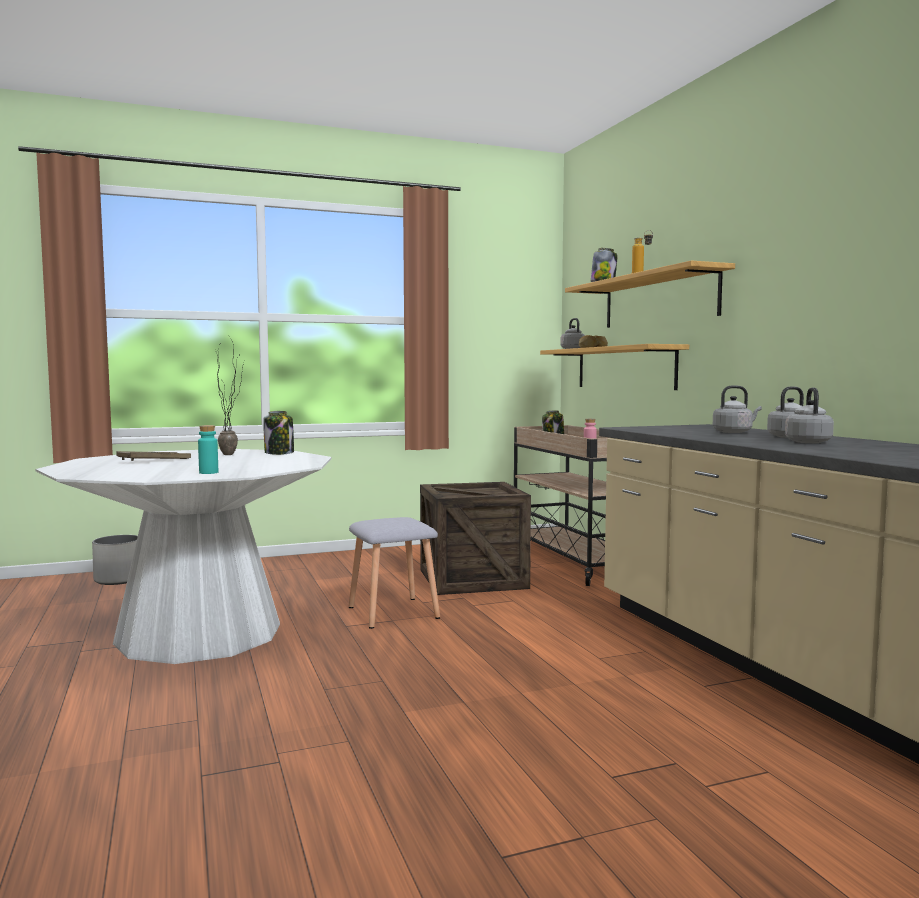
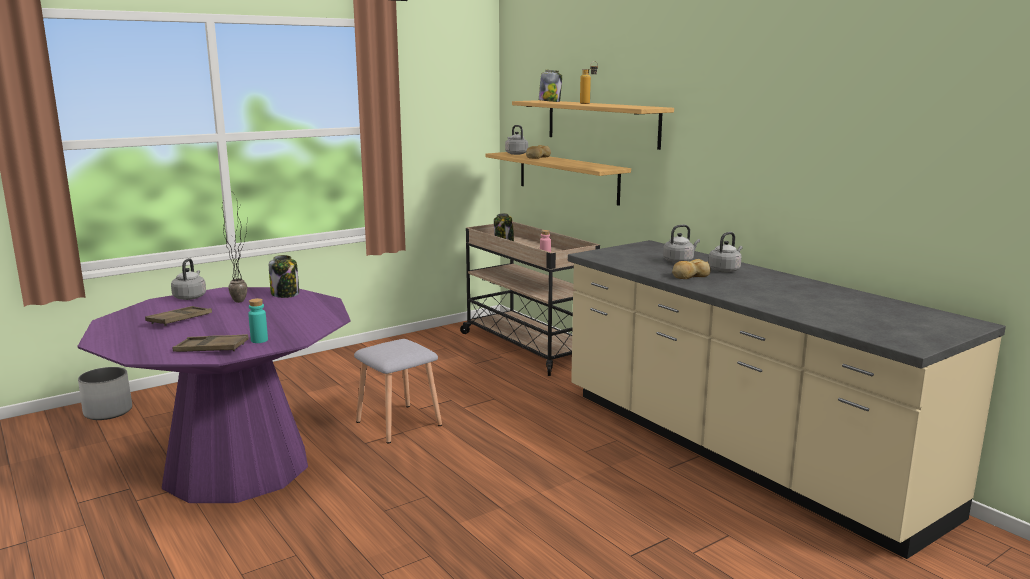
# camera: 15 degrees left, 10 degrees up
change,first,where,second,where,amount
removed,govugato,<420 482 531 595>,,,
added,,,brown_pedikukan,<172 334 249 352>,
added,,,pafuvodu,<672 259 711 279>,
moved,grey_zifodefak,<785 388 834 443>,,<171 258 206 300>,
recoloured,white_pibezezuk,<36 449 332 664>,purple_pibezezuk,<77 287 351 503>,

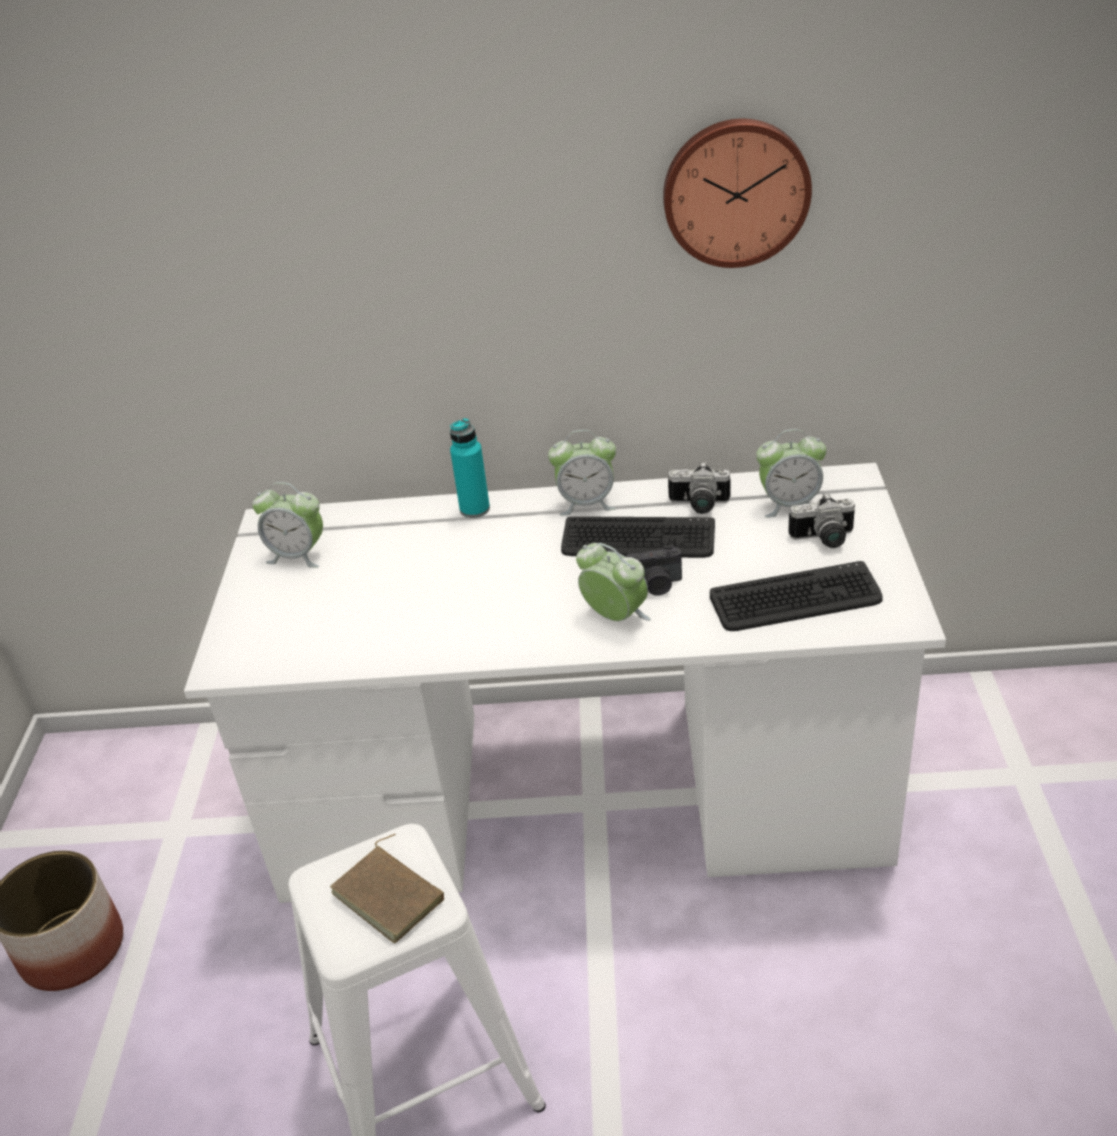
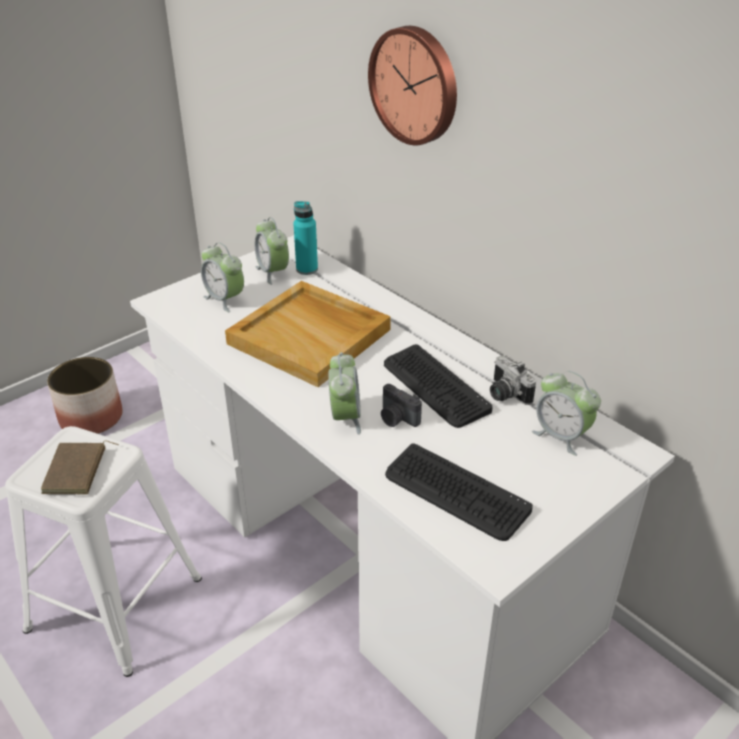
# camera: 45 degrees right, 0 degrees up
change,first,where,second,where,amount
removed,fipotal,<788 493 855 548>,,,
added,,,beige_pedikukan,<225 281 391 387>,
moved,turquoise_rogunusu,<450 418 490 518>,,<293 201 318 275>,
moved,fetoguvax,<548 430 616 516>,,<201 242 244 312>,
moved,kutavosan,<663 119 812 268>,,<368 26 457 145>,

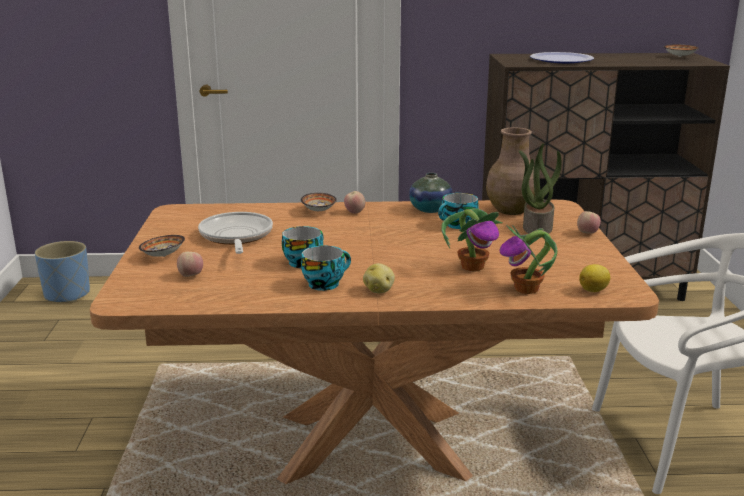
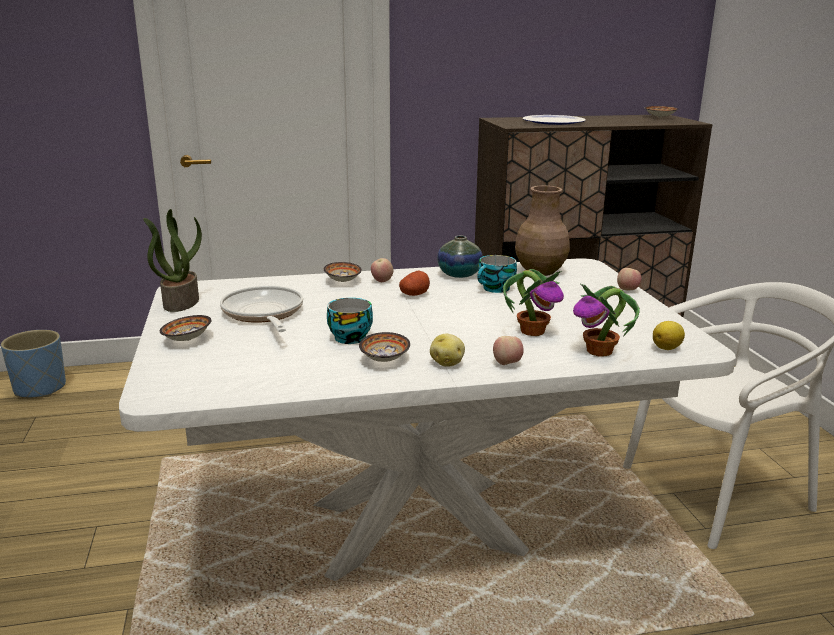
# camera: 10 degrees left, 0 degrees up
change,first,where,second,where,amount
added,,,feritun,<399 271 430 296>,
moved,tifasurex,<177 252 203 277>,,<493 336 524 365>,
moved,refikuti,<519 143 562 234>,,<143 209 202 312>,
replaced,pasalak,<301 245 351 291>,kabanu,<359 332 410 362>,
recoloured,brown_pibezezuk,<90 200 659 484>,white_pibezezuk,<119 258 736 581>,

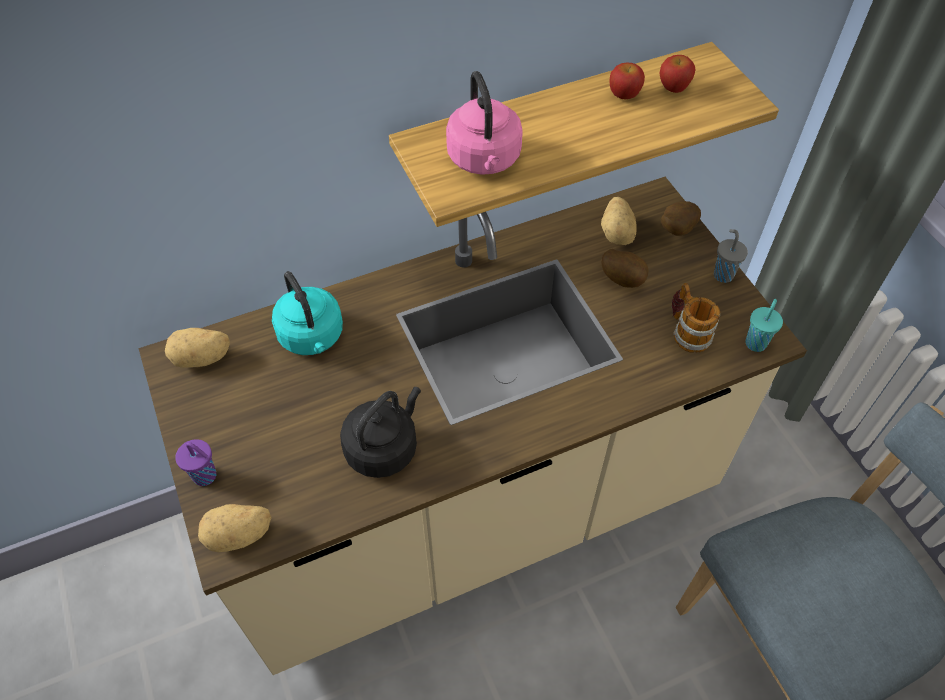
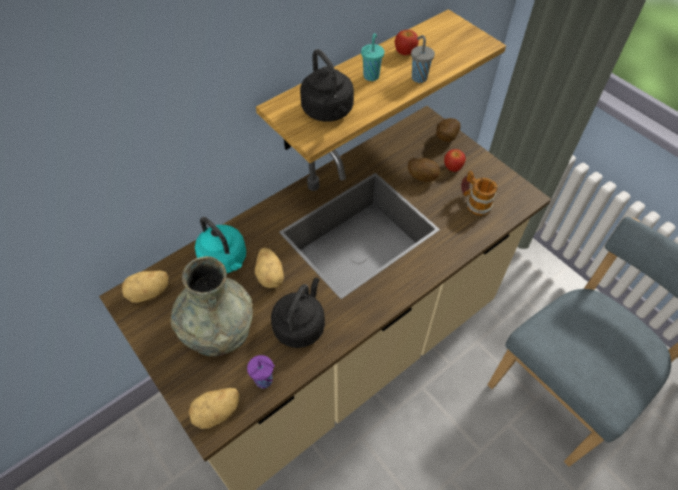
# camera: 15 degrees left, 0 degrees up
change,first,where,second,where,amount
added,,,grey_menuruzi,<171 256 253 356>,
moved,purple_pasalak,<175 439 216 486>,,<247 355 275 389>,
moved,feritun,<601 197 637 245>,,<255 248 284 288>,
moved,tifasurex,<660 55 695 93>,,<444 149 466 172>,
moved,grey_pasalak,<714 229 748 283>,,<411 35 435 83>,
moved,turquoise_pasalak,<745 299 783 352>,,<361 33 384 81>,
recoloured,pink_zifodefak,<446 71 523 175>,black_zifodefak,<300 49 354 122>,

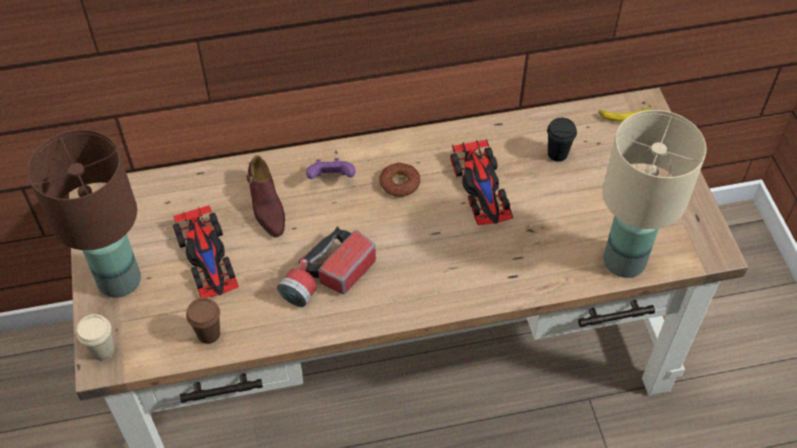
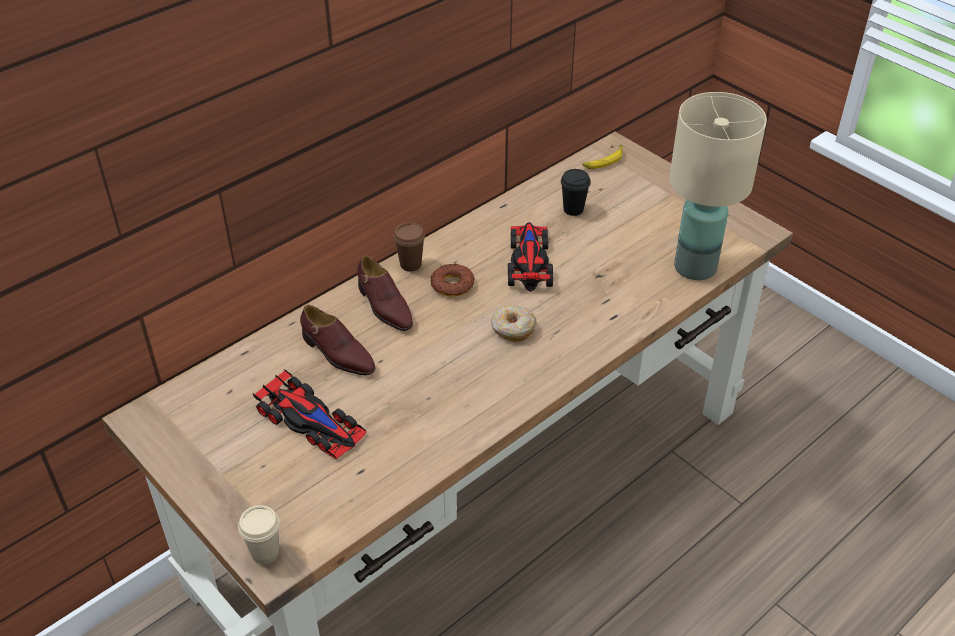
# camera: 30 degrees left, 10 degrees down
change,first,where,second,where,amount
removed,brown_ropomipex,<27 130 141 298>,,,
removed,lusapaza,<277 226 376 307>,,,
added,,,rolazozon,<491 305 537 343>,
moved,brown_pasalak,<186 298 220 344>,,<393 222 425 271>,
replaced,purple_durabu,<306 158 356 179>,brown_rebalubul,<357 255 413 331>,
turned,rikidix,<451 139 513 225>,,<508 222 553 292>,135 degrees counterclockwise

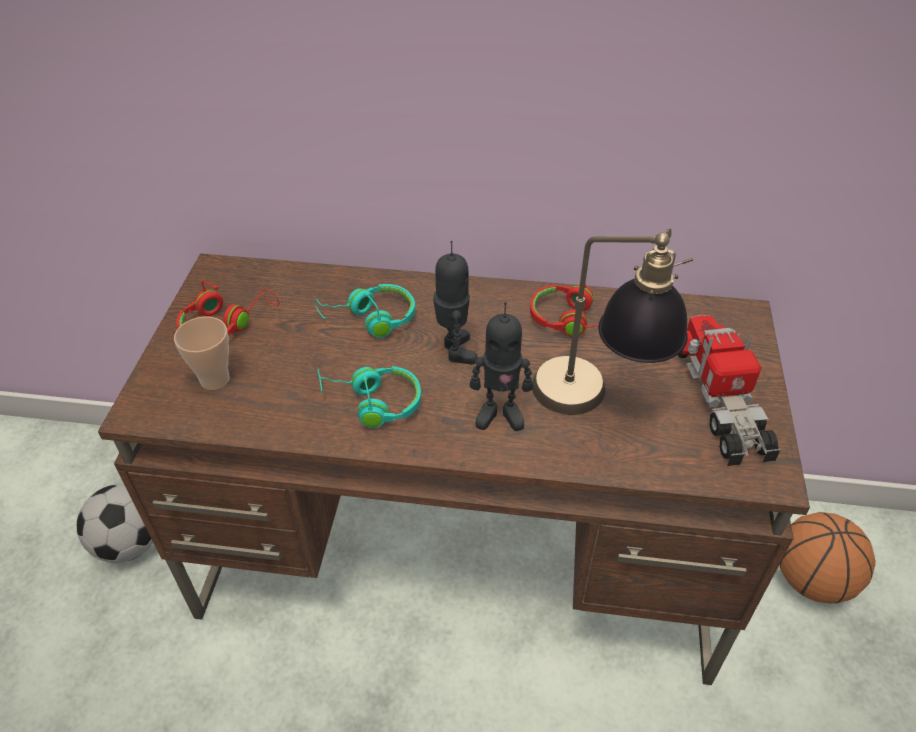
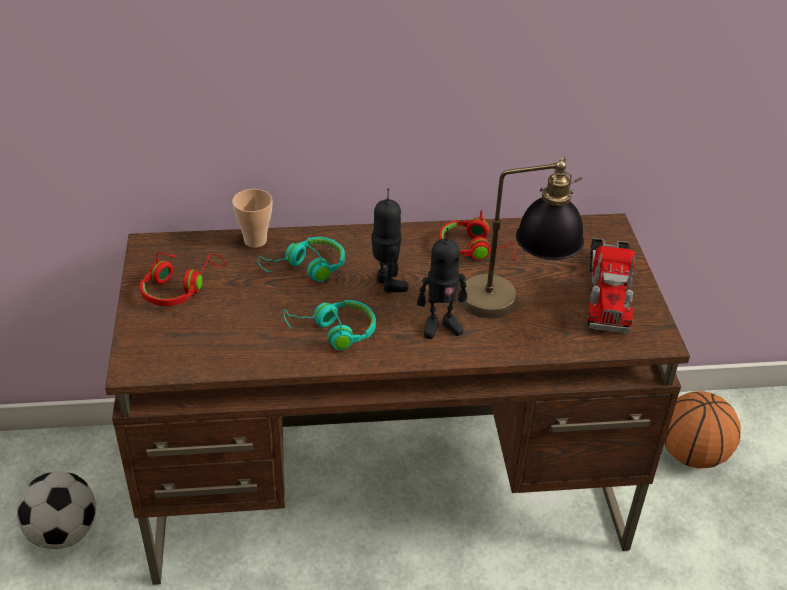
# camera: 15 degrees left, 5 degrees down
change,first,where,second,where,amount
moved,pasalak,<174 316 229 390>,,<232 189 272 248>,
turned,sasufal,<678 315 781 466>,,<587 238 635 334>,150 degrees counterclockwise

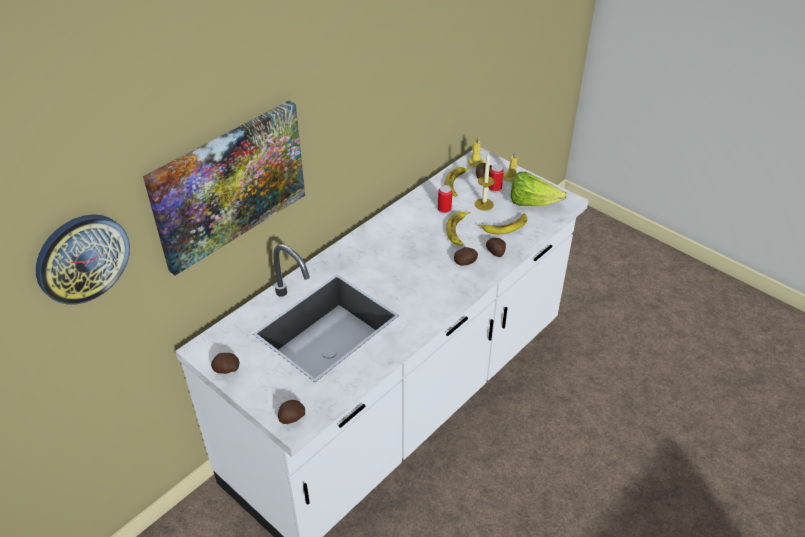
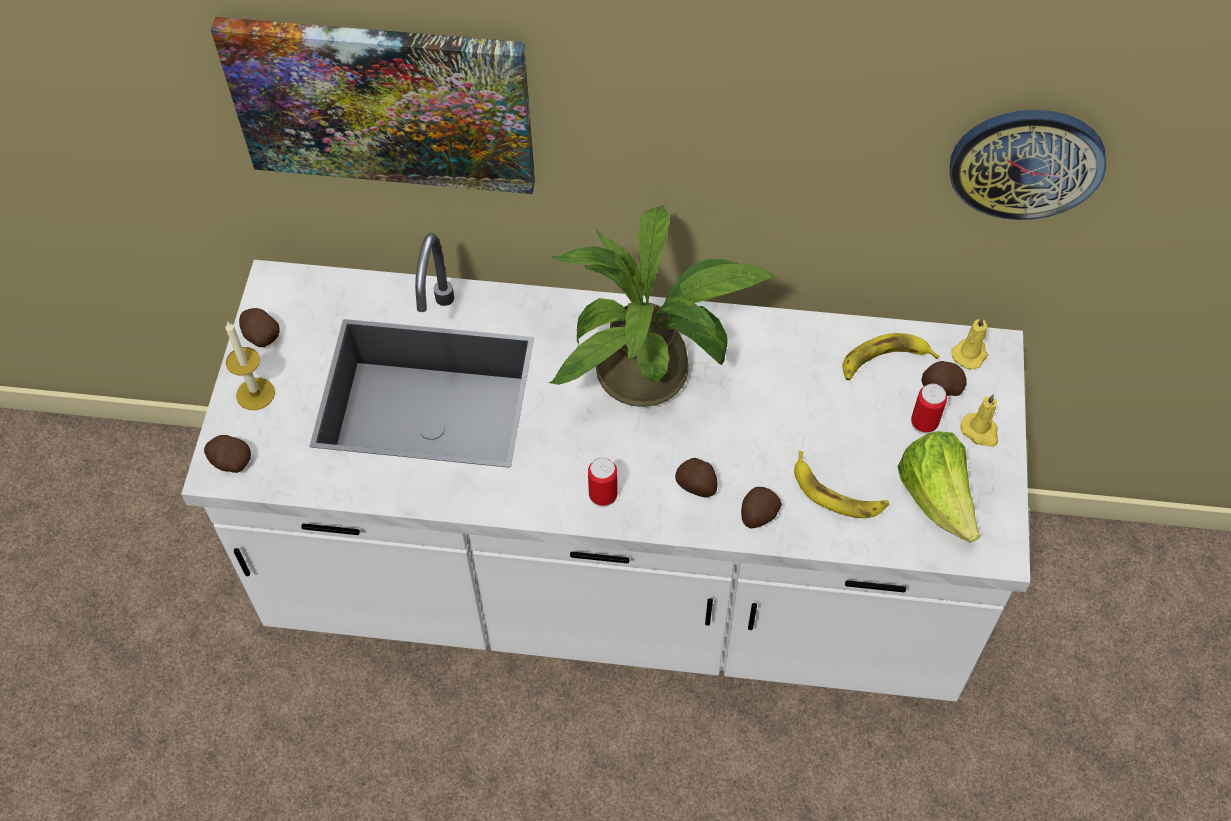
# camera: 55 degrees right, 15 degrees up
change,first,where,second,where,amount
removed,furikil,<446 212 471 246>,,,
added,,,refikuti,<549 206 778 407>,
moved,kutavosan,<36 214 130 305>,,<950 110 1106 220>,
moved,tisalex,<438 185 452 214>,,<588 457 618 507>,
moved,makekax,<475 153 495 211>,,<225 321 275 410>,

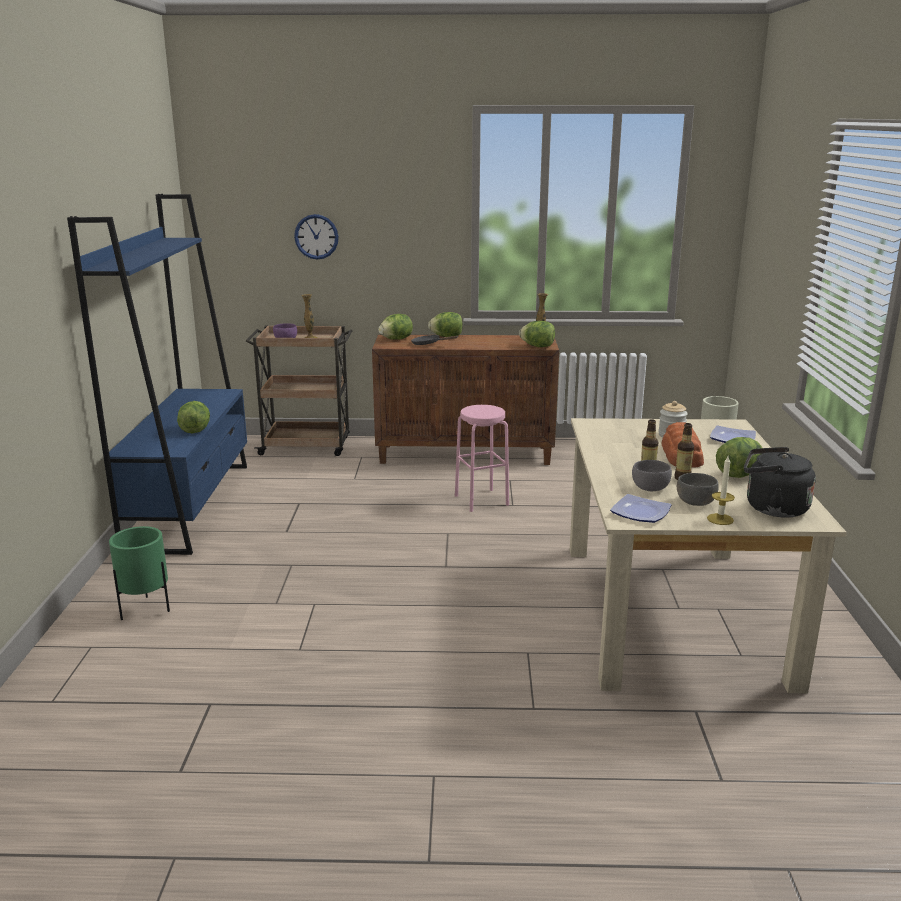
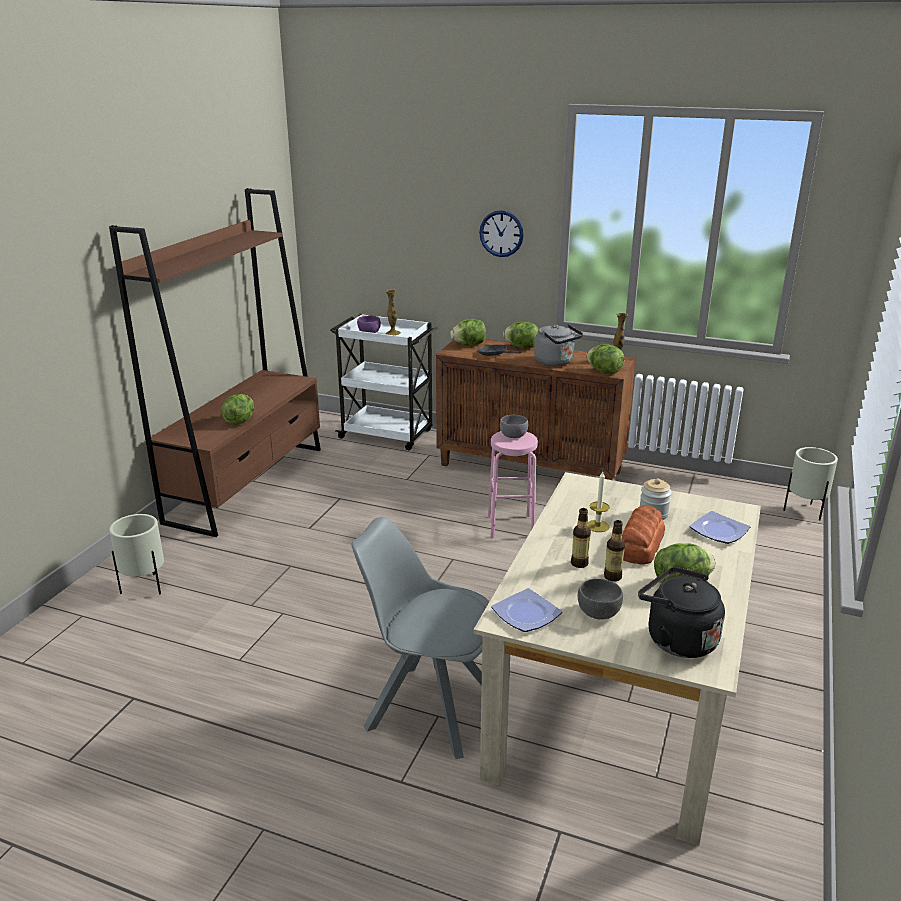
# camera: 20 degrees right, 5 degrees up
change,first,where,second,where,amount
added,,,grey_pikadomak,<351 517 490 759>,
added,,,grey_zifodefak,<534 324 583 366>,
moved,kutavosan,<294 214 339 260>,,<479 210 524 257>,
moved,grey_kabanu,<632 460 672 491>,,<500 415 528 438>,
moved,makekax,<707 456 735 525>,,<588 471 610 532>,
recoloured,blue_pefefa,<67 194 247 555>,brown_pefefa,<109 188 321 537>,
recoloured,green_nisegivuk,<109 526 170 620>,beige_nisegivuk,<109 514 164 594>,
recoloured,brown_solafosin,<246 326 352 456>,white_solafosin,<330 314 438 450>,

